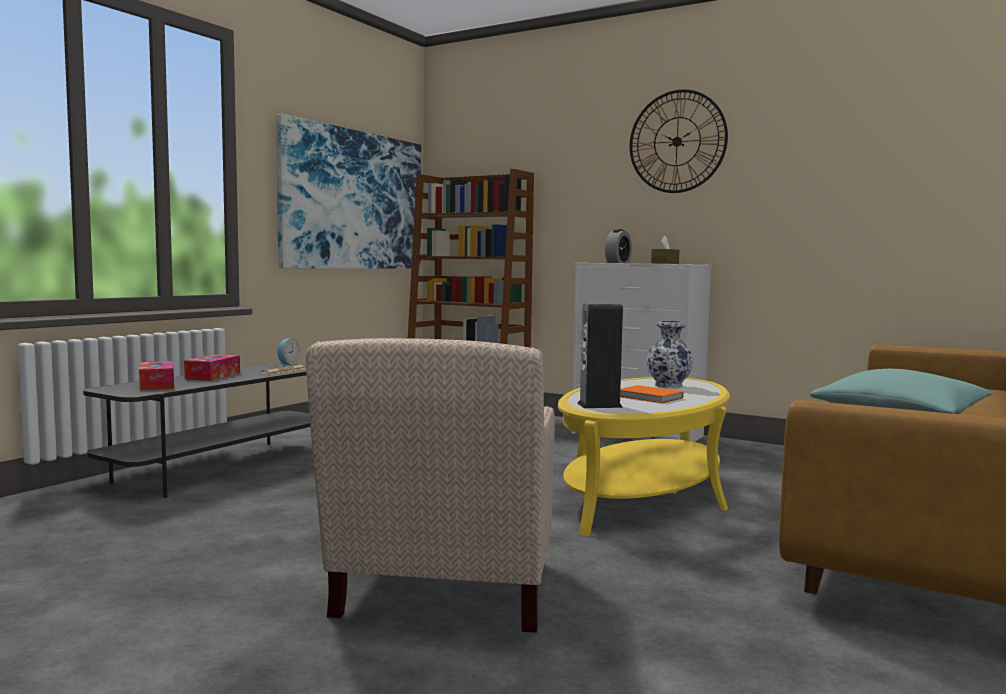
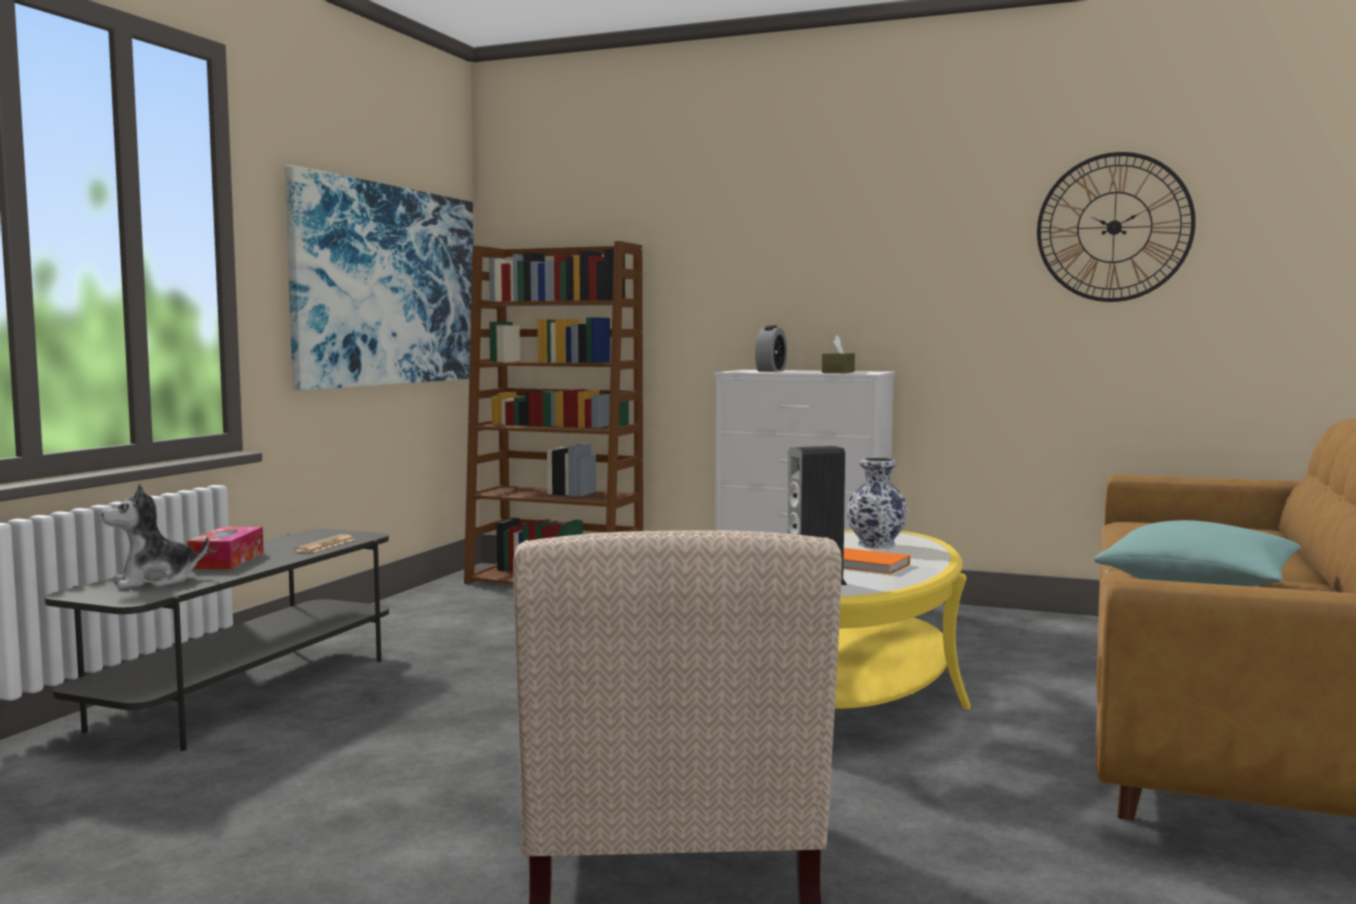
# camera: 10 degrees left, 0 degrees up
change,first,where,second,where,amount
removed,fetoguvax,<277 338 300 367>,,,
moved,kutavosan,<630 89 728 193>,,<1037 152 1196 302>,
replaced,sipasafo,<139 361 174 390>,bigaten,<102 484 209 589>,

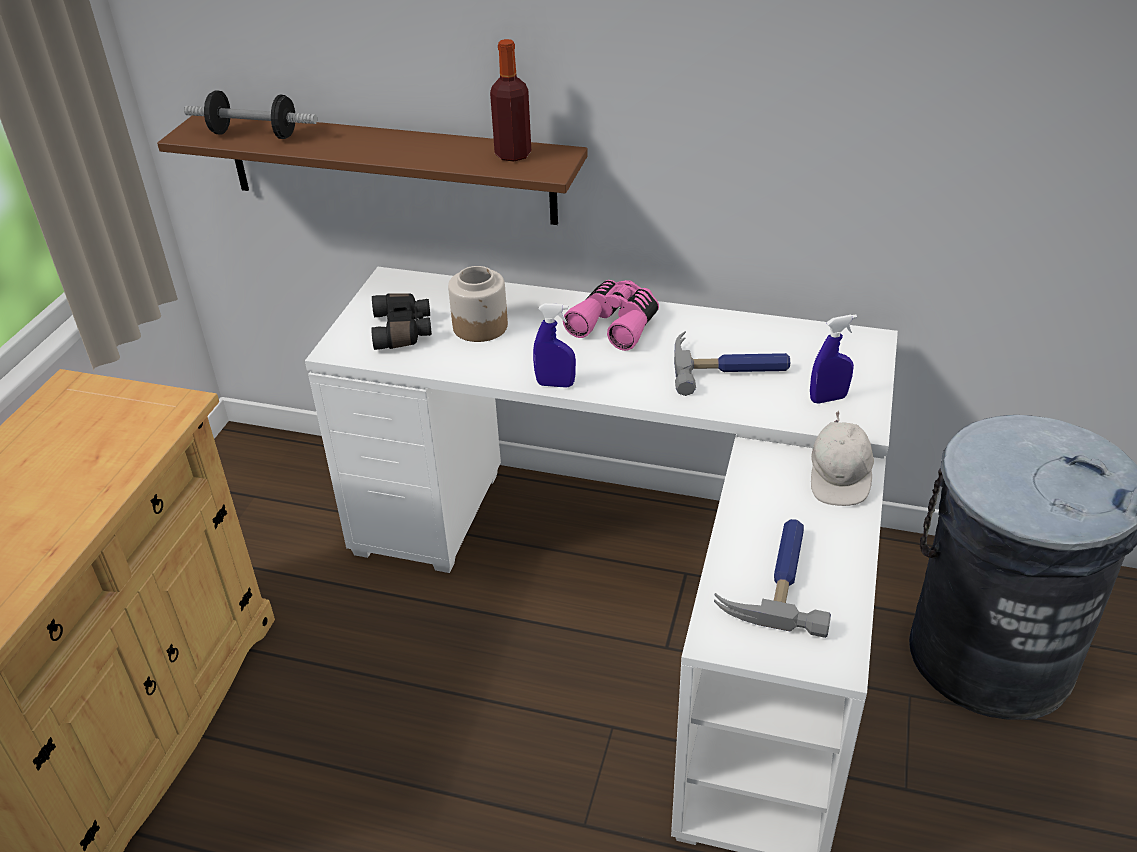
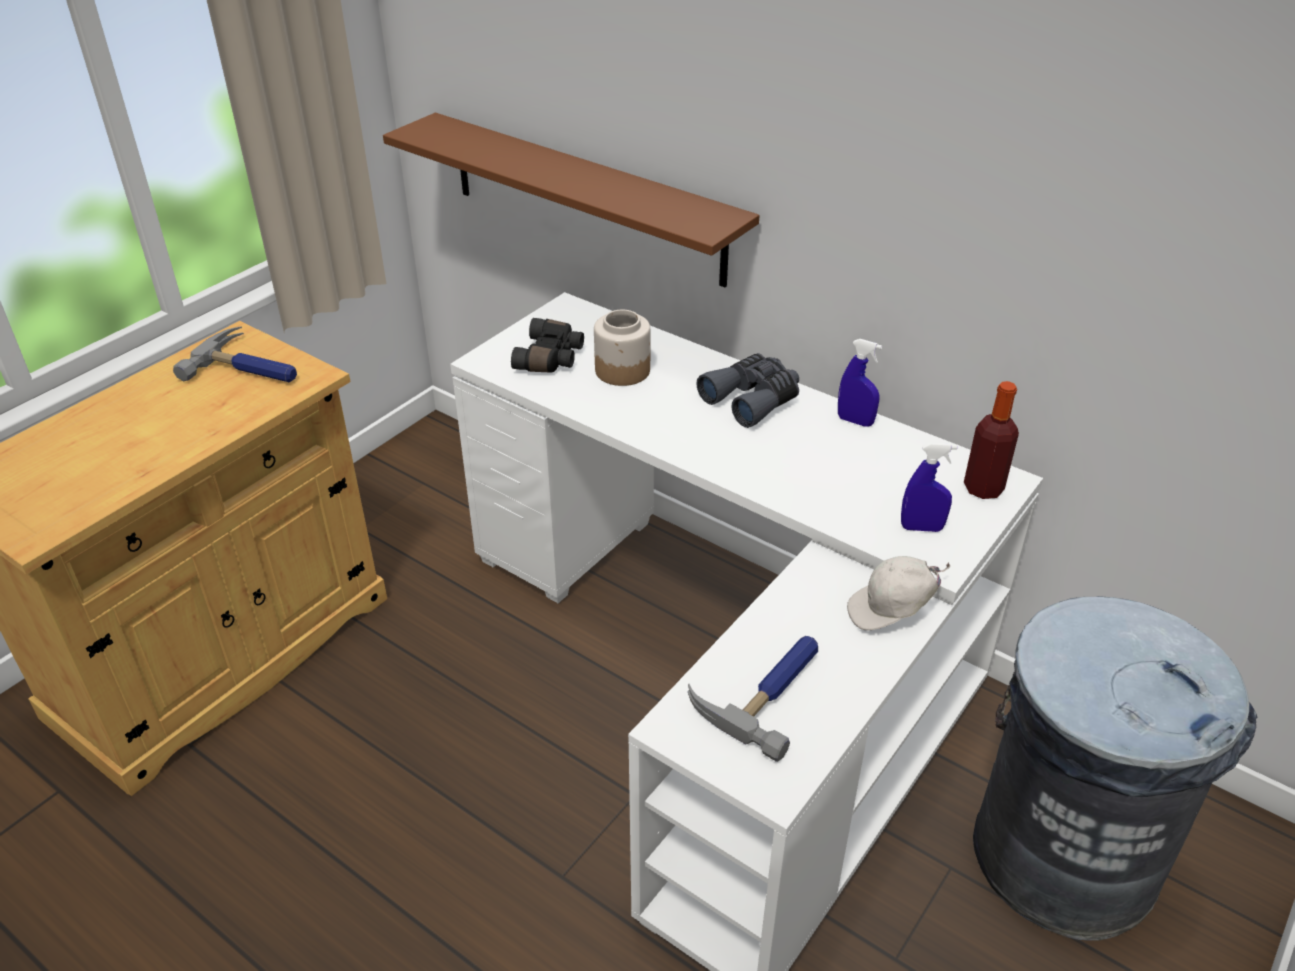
# camera: 20 degrees right, 0 degrees up
change,first,where,second,where,amount
removed,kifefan,<184 90 317 139>,,,
moved,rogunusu,<490 39 531 161>,,<964 381 1019 499>,
moved,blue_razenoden,<533 303 576 388>,,<838 339 882 427>,
moved,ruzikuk,<674 331 790 396>,,<173 326 297 382>,
recoloured,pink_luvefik,<563 280 659 351>,grey_luvefik,<696 353 799 428>,
turned,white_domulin,<811 411 874 506>,,<847 556 950 630>,45 degrees clockwise

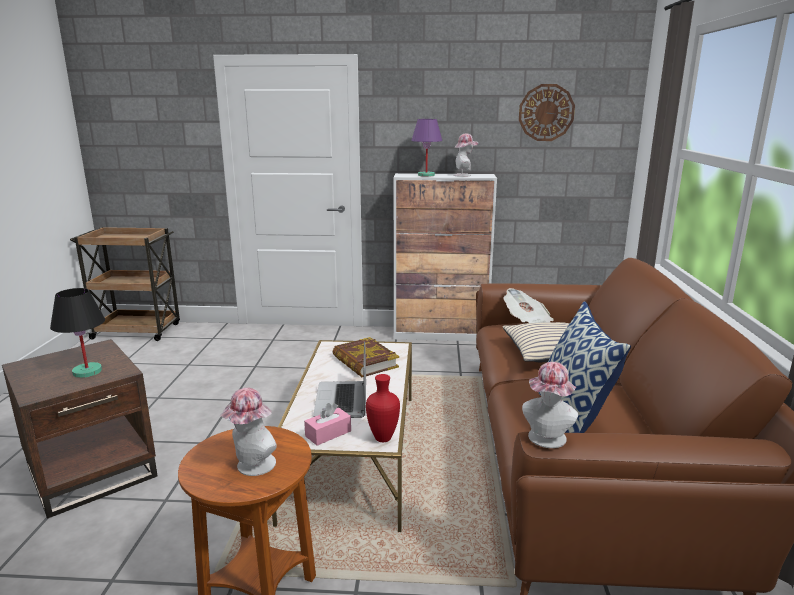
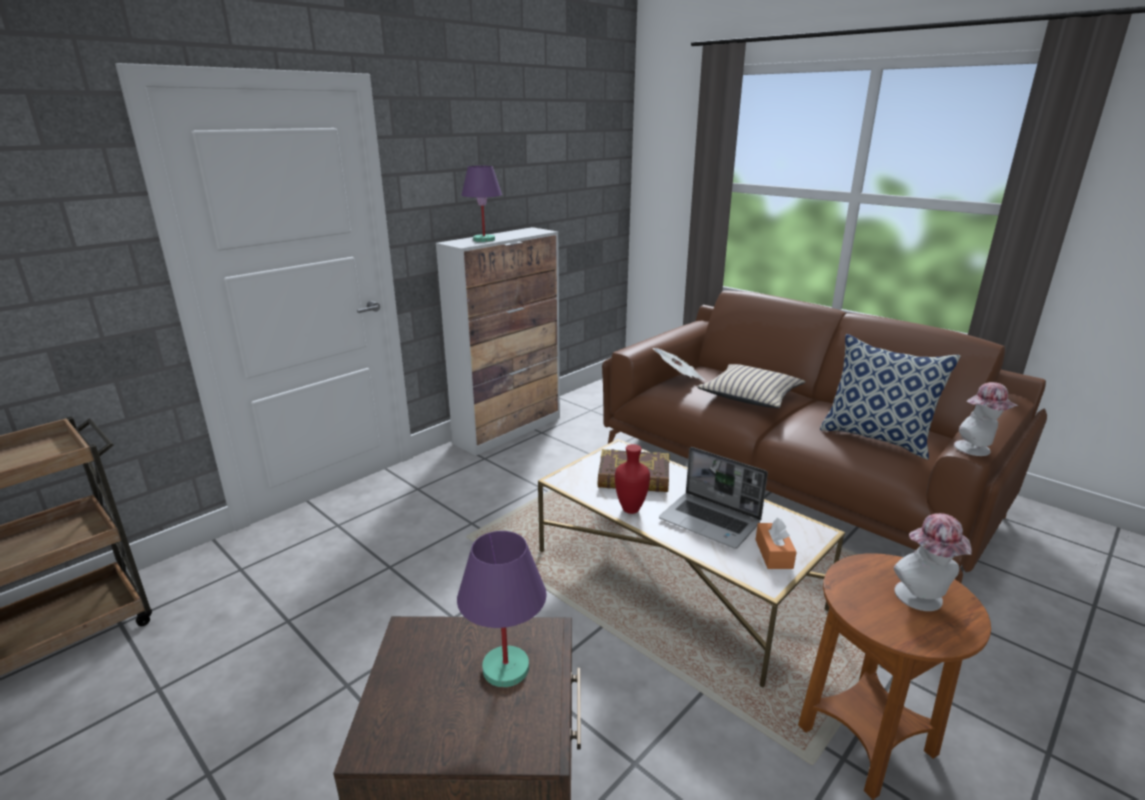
# camera: 50 degrees left, 5 degrees up
change,first,where,second,where,amount
removed,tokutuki,<453 133 479 177>,,,
removed,kutavosan,<519 84 575 141>,,,
moved,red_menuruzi,<366 374 400 442>,,<615 444 650 514>,
recoloured,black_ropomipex,<50 288 105 378>,purple_ropomipex,<457 531 547 687>,
recoloured,pink_sipasafo,<304 403 351 446>,orange_sipasafo,<755 518 797 569>,

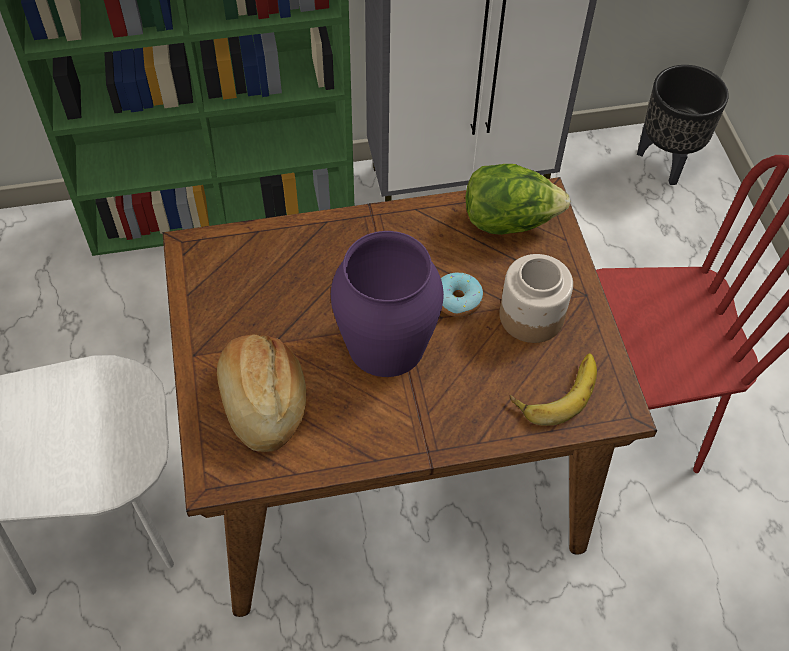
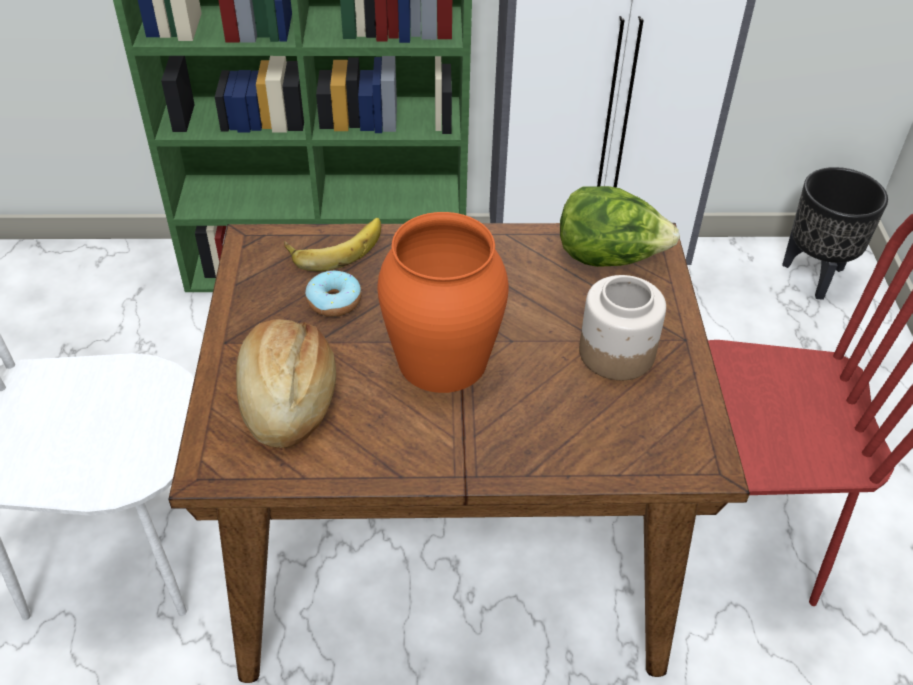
# camera: 10 degrees right, 10 degrees down
change,first,where,second,where,amount
moved,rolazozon,<441 272 483 317>,,<305 271 362 317>,
moved,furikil,<510 353 597 426>,,<284 218 381 271>,
recoloured,purple_menuruzi,<331 231 444 377>,orange_menuruzi,<377 212 509 393>,

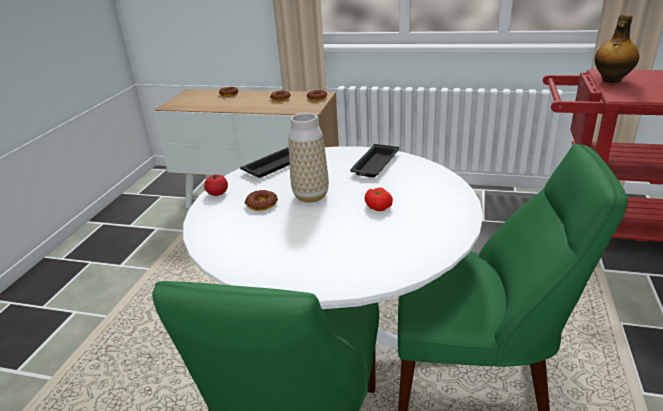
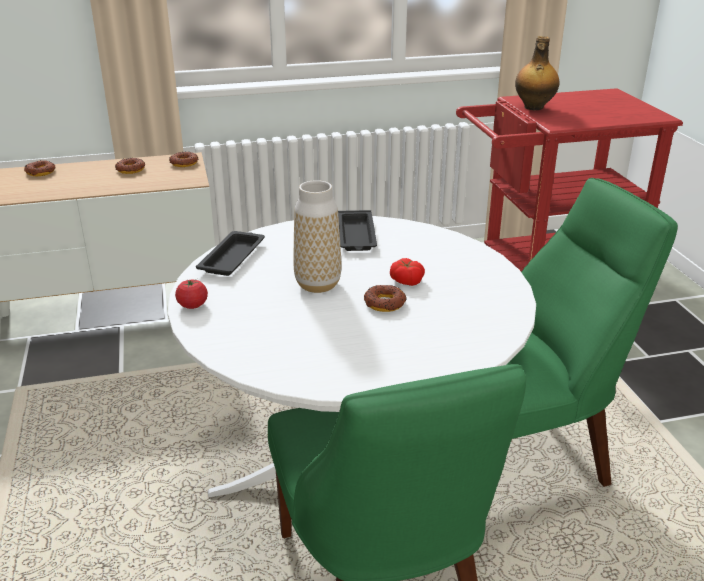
# camera: 30 degrees left, 0 degrees up
change,first,where,second,where,amount
moved,rolazozon,<245 190 278 211>,,<364 285 407 312>,

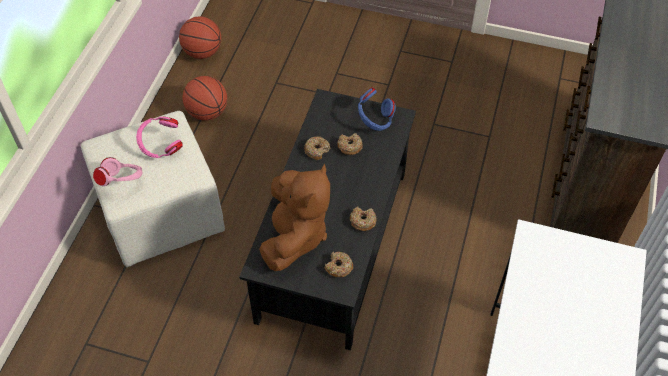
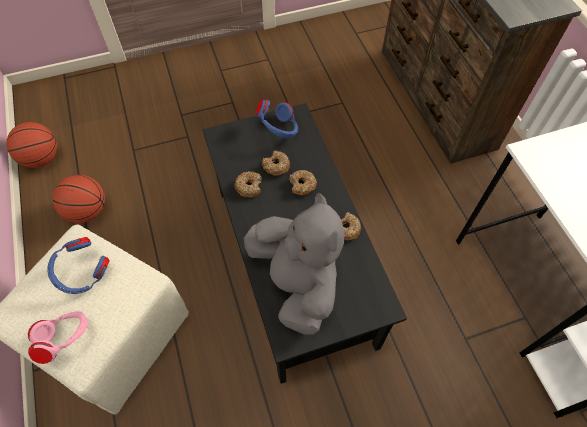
# camera: 35 degrees left, 5 degrees up
change,first,where,second,where,amount
moved,rolazozon,<325 252 353 277>,,<289 170 317 195>,
recoloured,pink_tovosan,<136 116 183 158>,blue_tovosan,<48 237 110 294>,
recoloured,brown_bigaten,<259 164 330 271>,grey_bigaten,<244 192 344 334>,

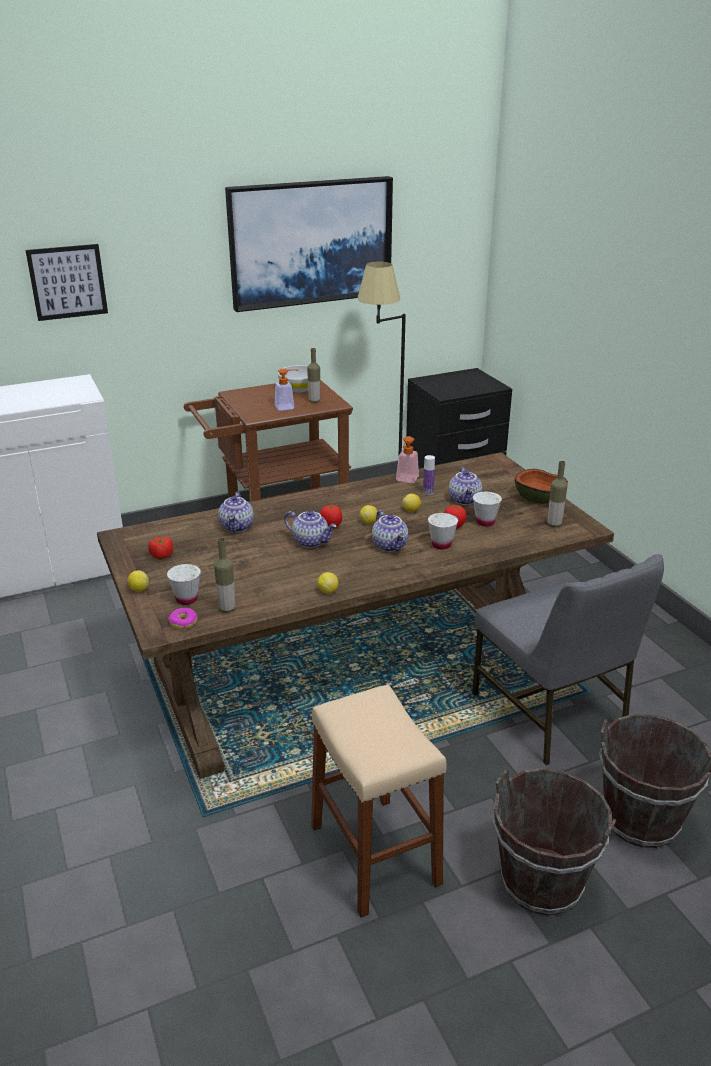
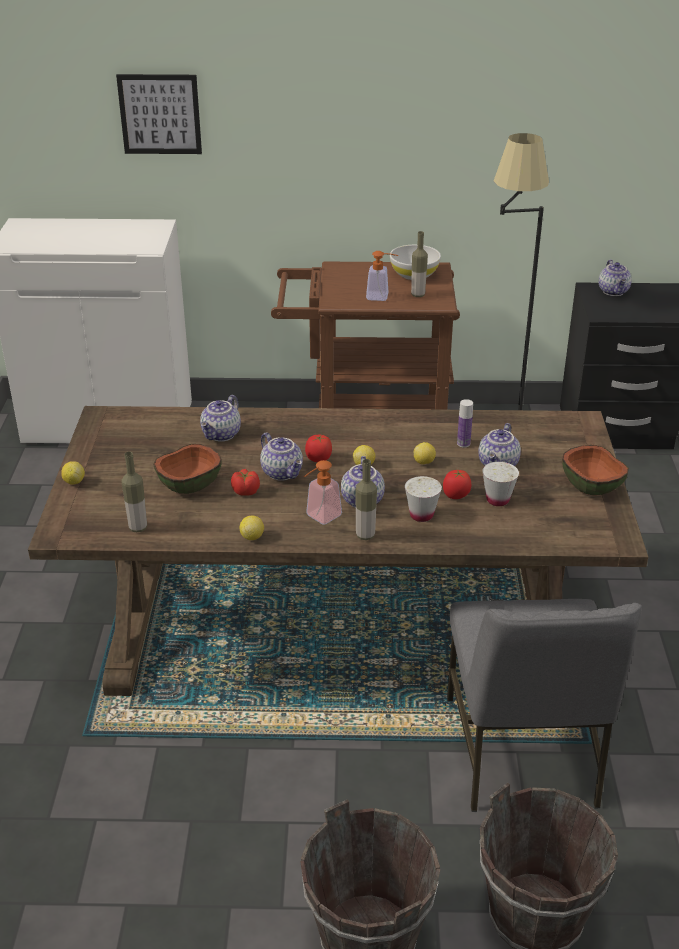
# camera: 25 degrees right, 5 degrees up
change,first,where,second,where,amount
removed,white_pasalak,<167 564 201 605>,,,
removed,rolazozon,<168 608 198 629>,,,
removed,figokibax,<225 176 393 312>,,,
removed,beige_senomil,<311 685 447 918>,,,
added,,,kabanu,<153 444 222 494>,
added,,,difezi,<599 260 632 296>,
moved,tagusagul,<148 537 173 559>,,<231 469 260 496>,
moved,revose,<396 436 419 483>,,<304 460 342 525>,
moved,rogunusu,<547 461 568 527>,,<355 459 377 540>,

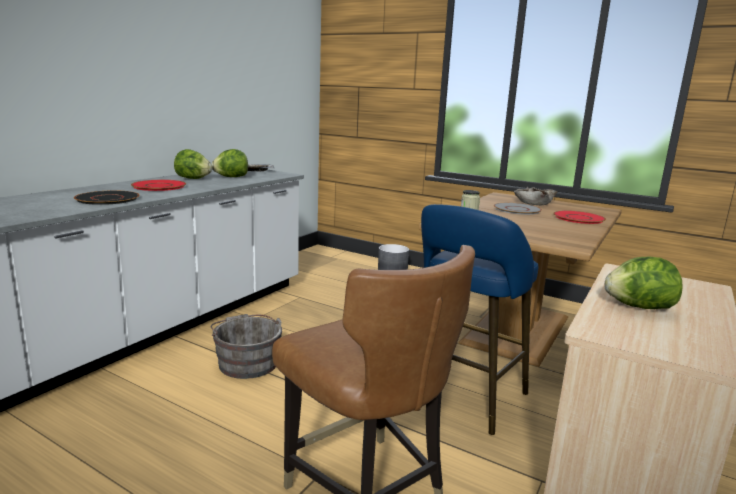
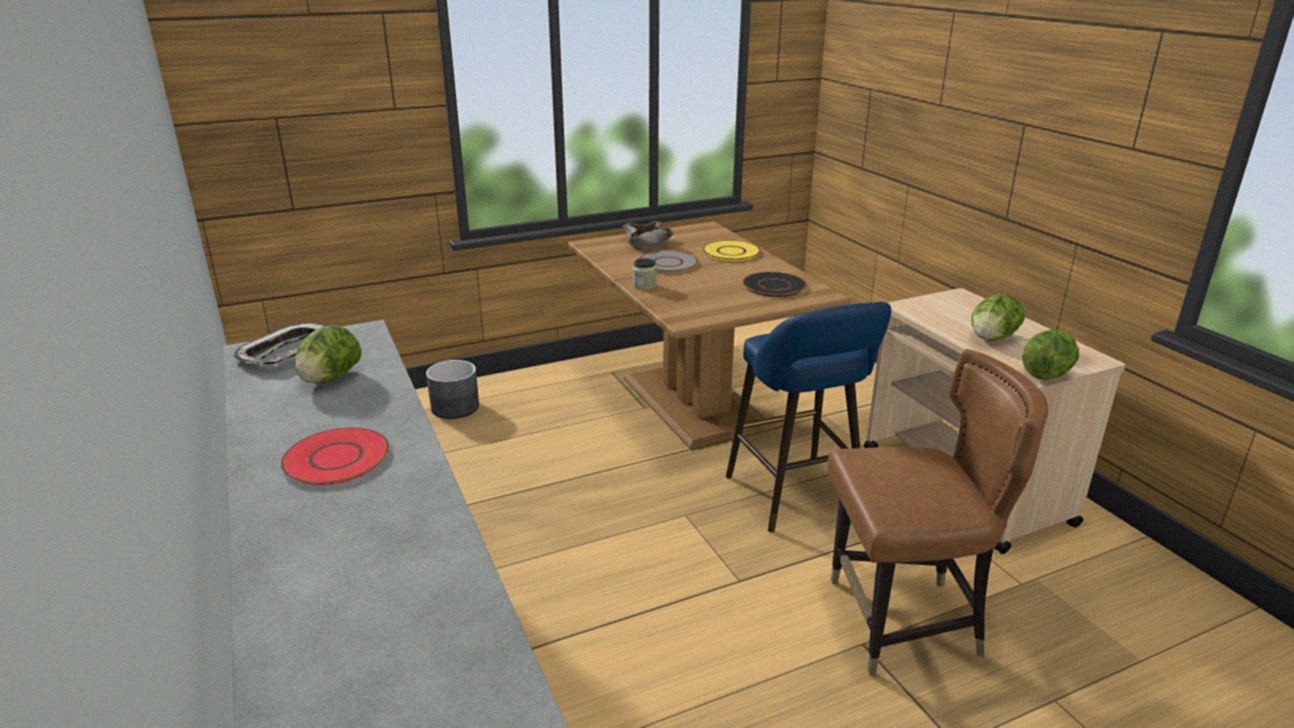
# camera: 55 degrees left, 10 degrees up
change,first,where,second,where,amount
removed,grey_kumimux,<211 314 282 379>,,,
moved,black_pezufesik,<74 190 140 205>,,<742 272 807 297>,
moved,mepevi,<174 149 212 179>,,<1022 329 1079 380>,
recoloured,red_pezufesik,<553 210 606 224>,yellow_pezufesik,<703 240 761 261>,

